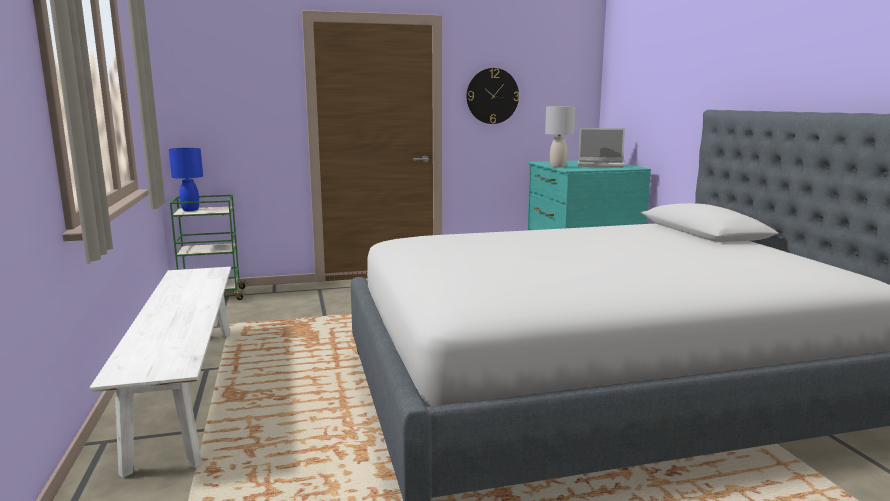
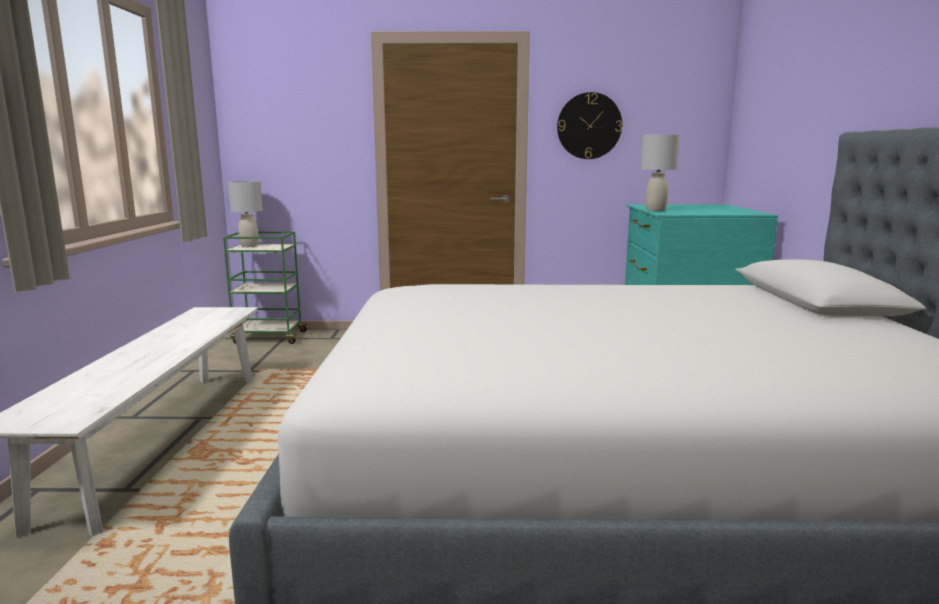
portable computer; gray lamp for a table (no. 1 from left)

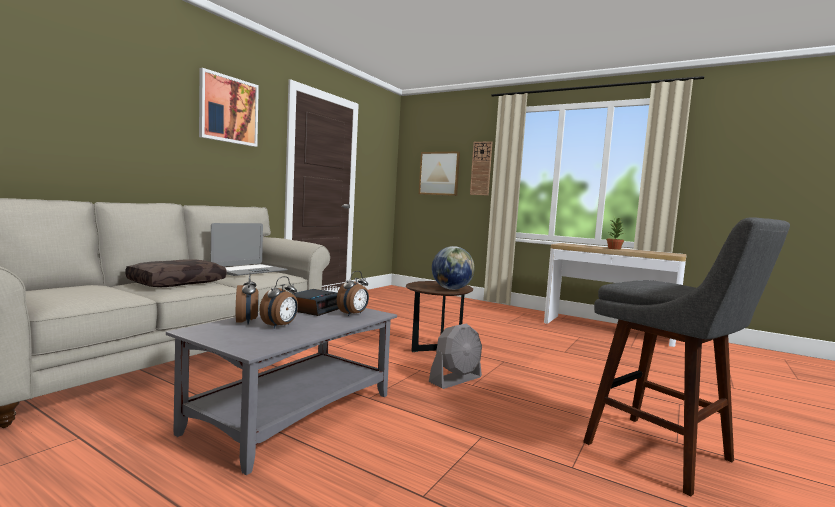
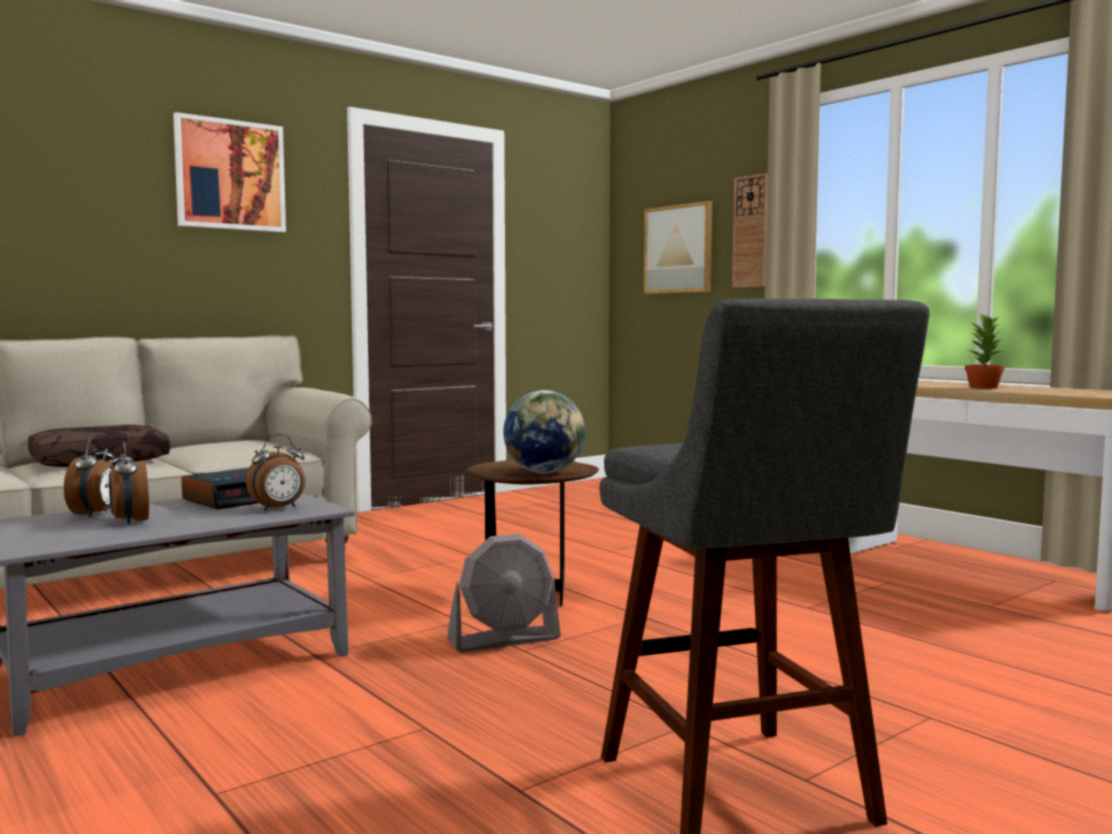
portable computer; bedside clock (no. 2 from left)

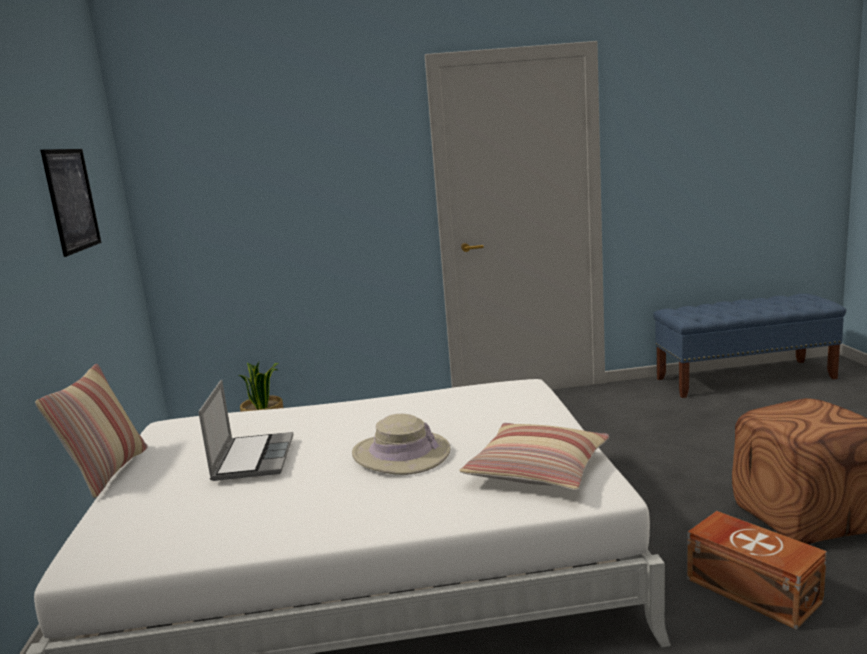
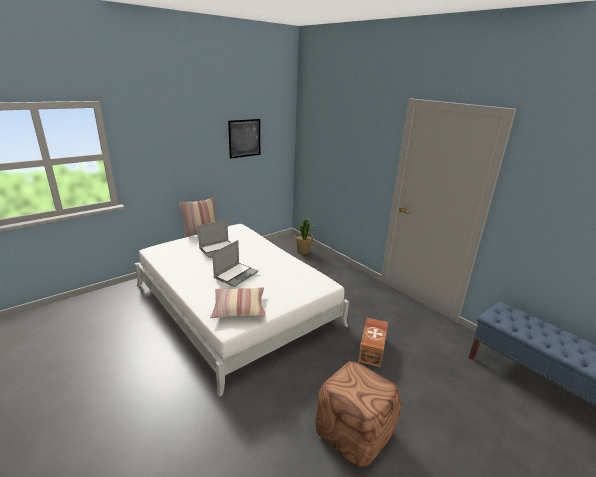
brown-coloured storage container; portable computer (no. 2 from left)

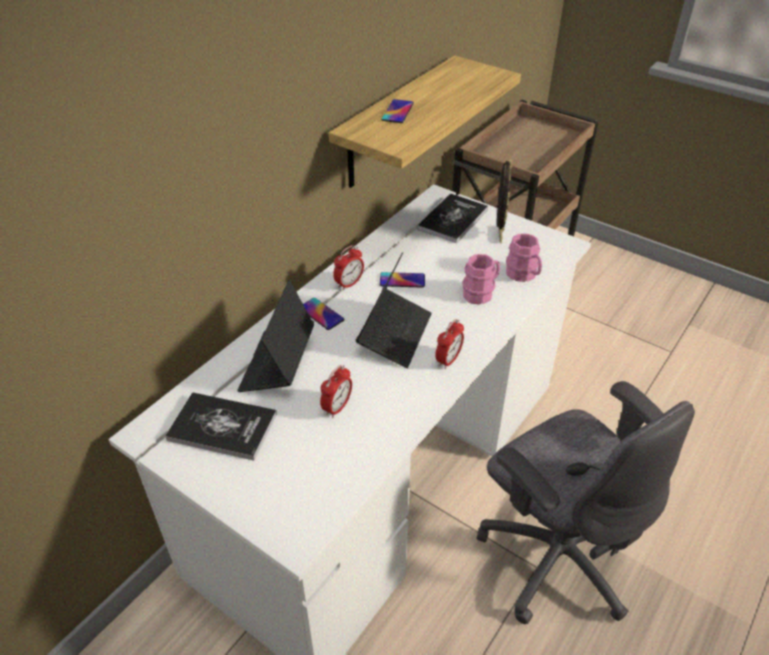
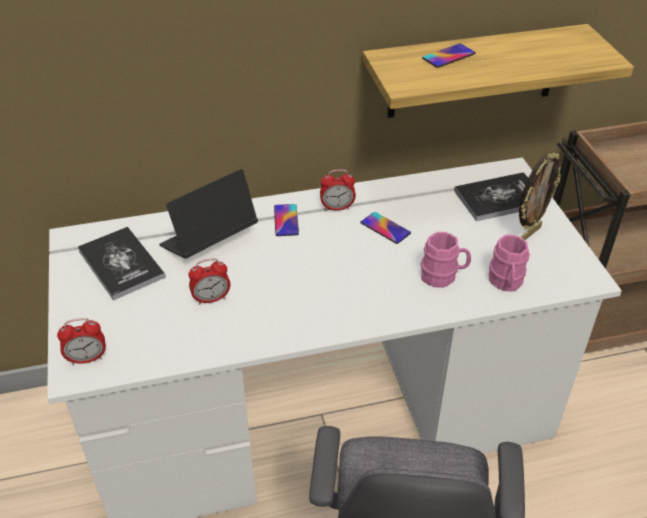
portable computer (no. 2 from left in the first image); bedside clock (no. 1 from left)

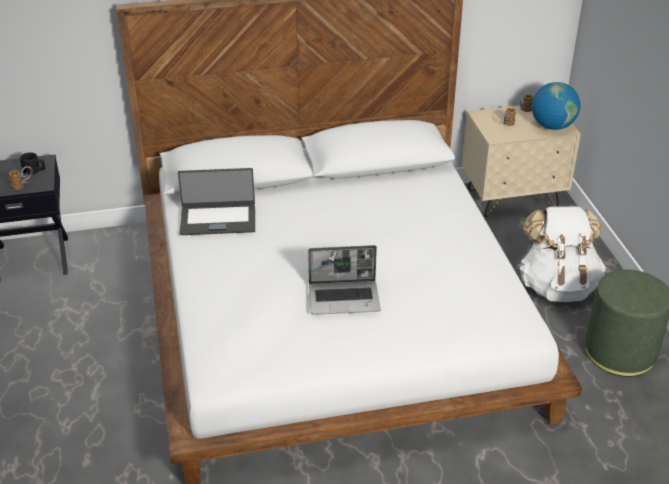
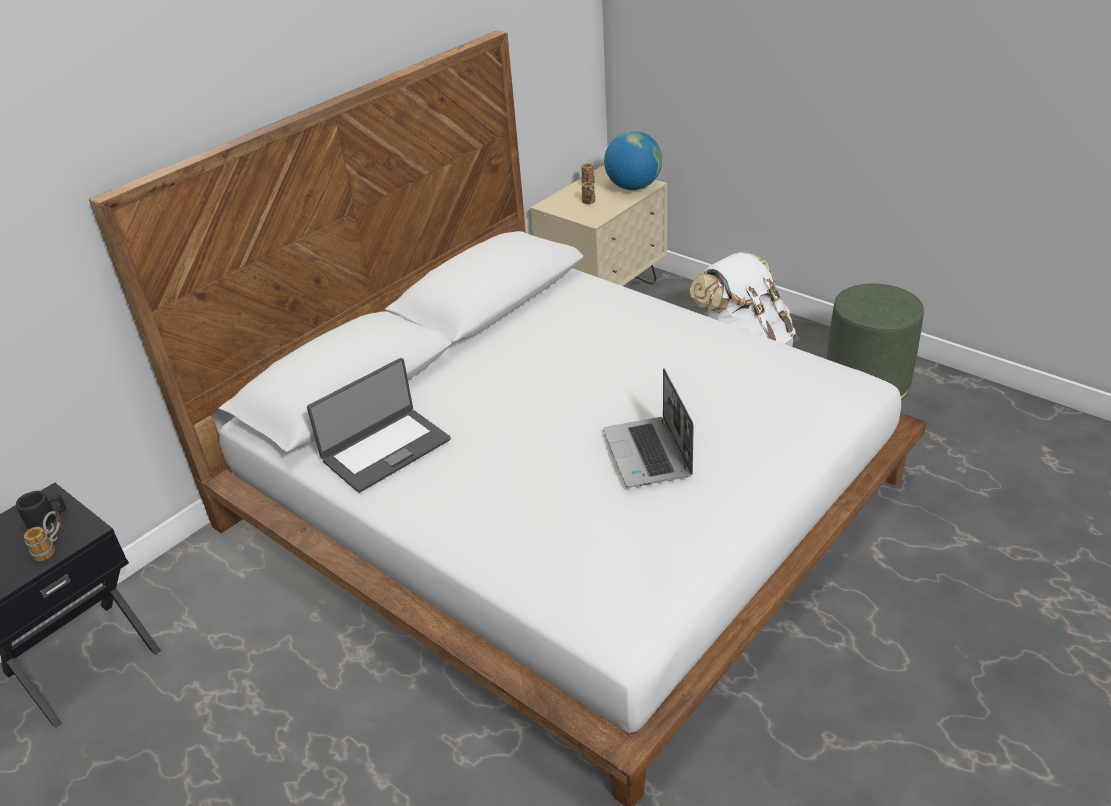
portable computer (no. 2 from left)

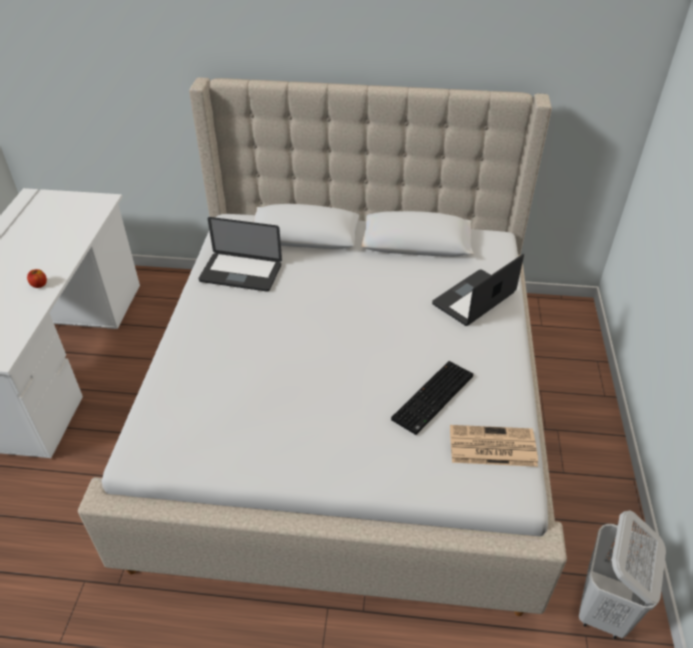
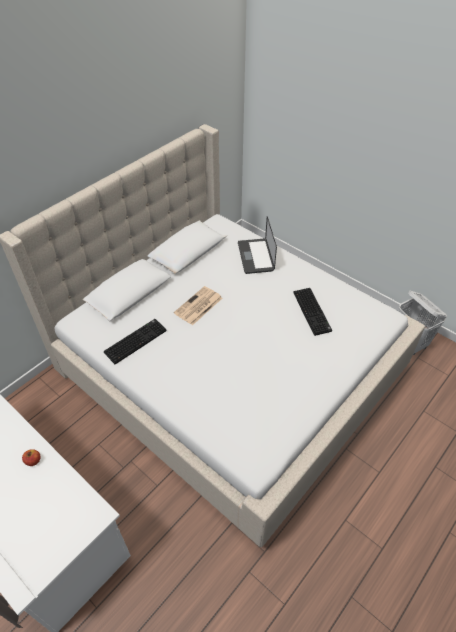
daily paper; PC keyboard (no. 1 from left)

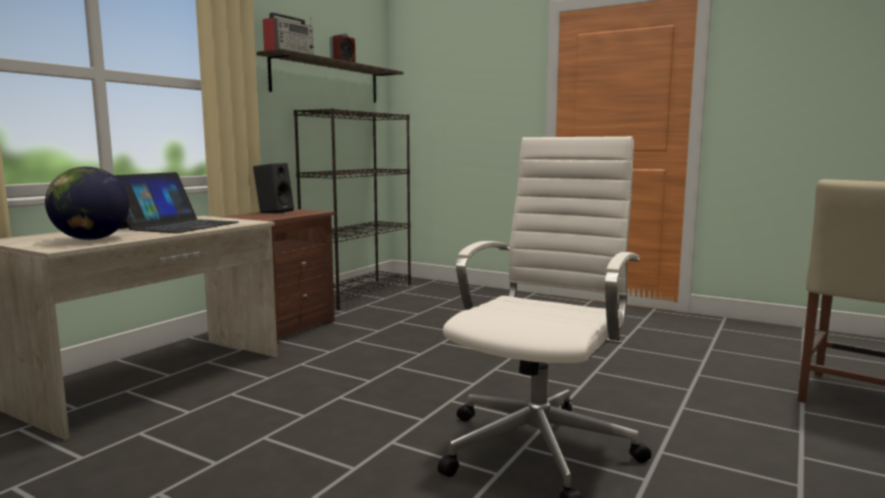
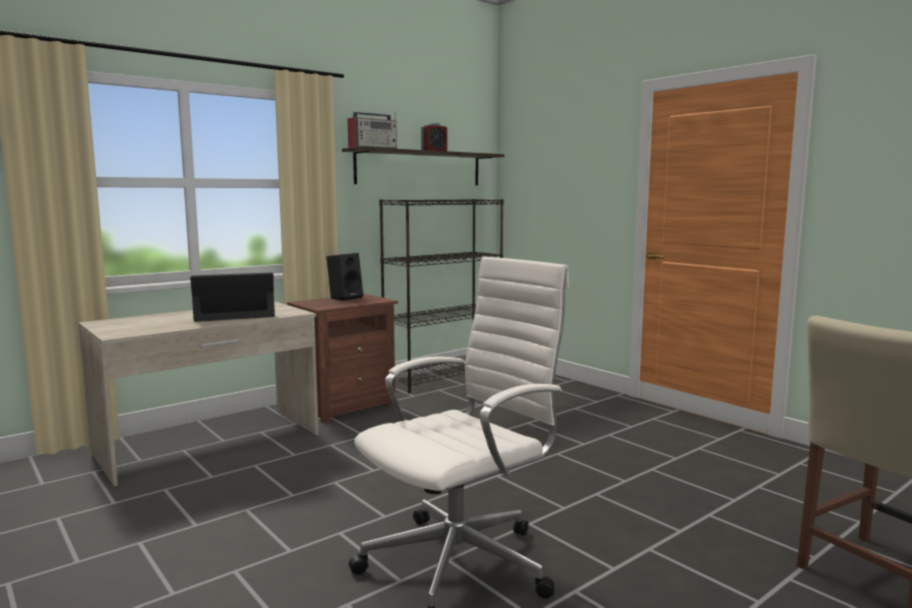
world globe; portable computer

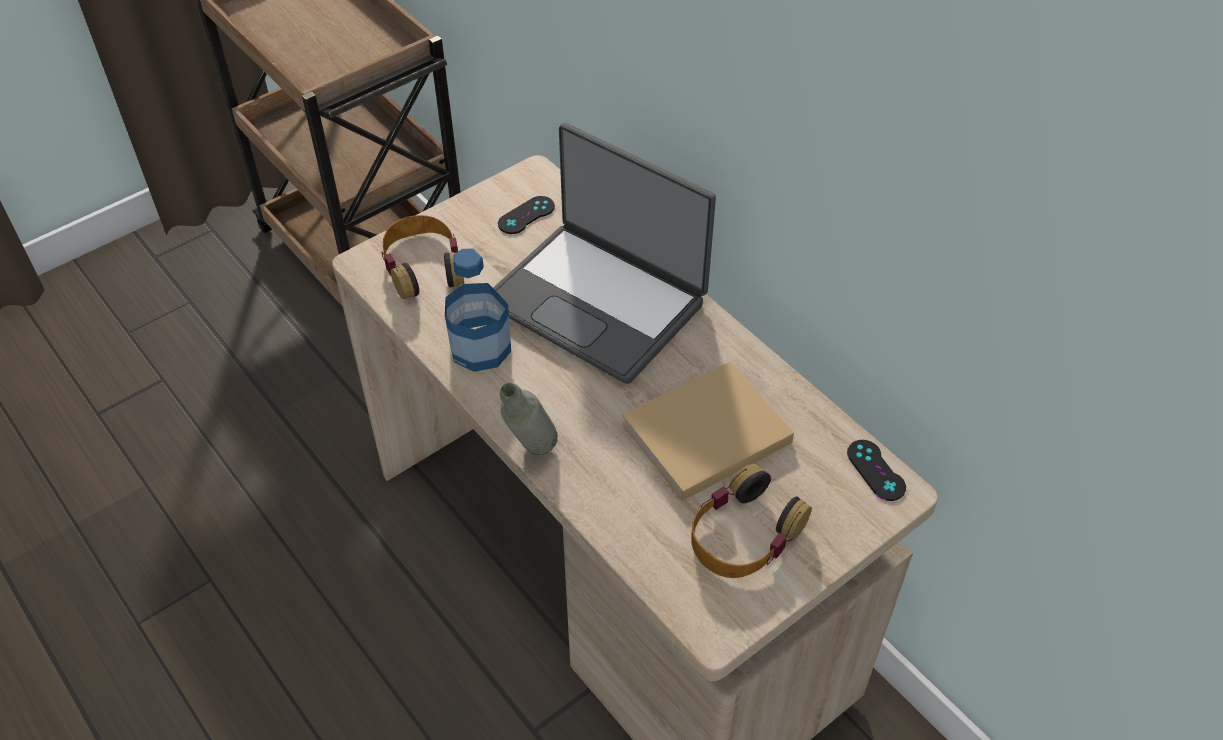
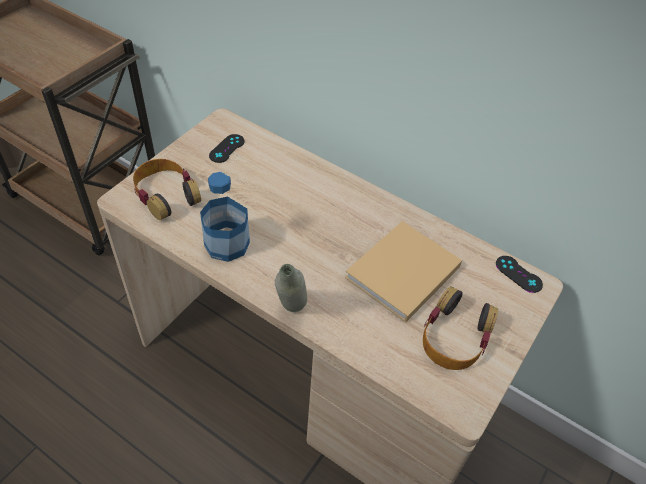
portable computer

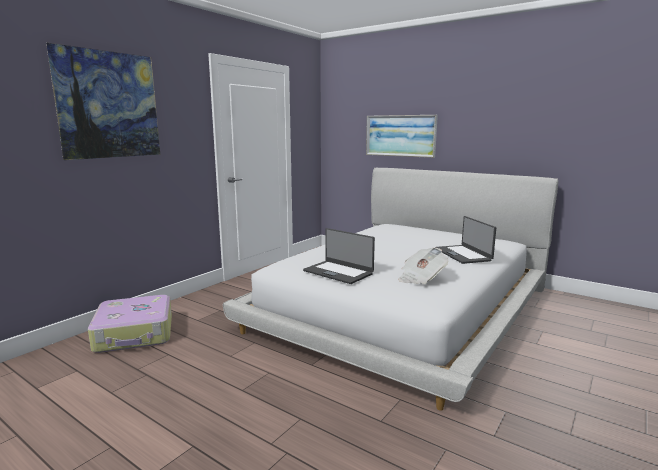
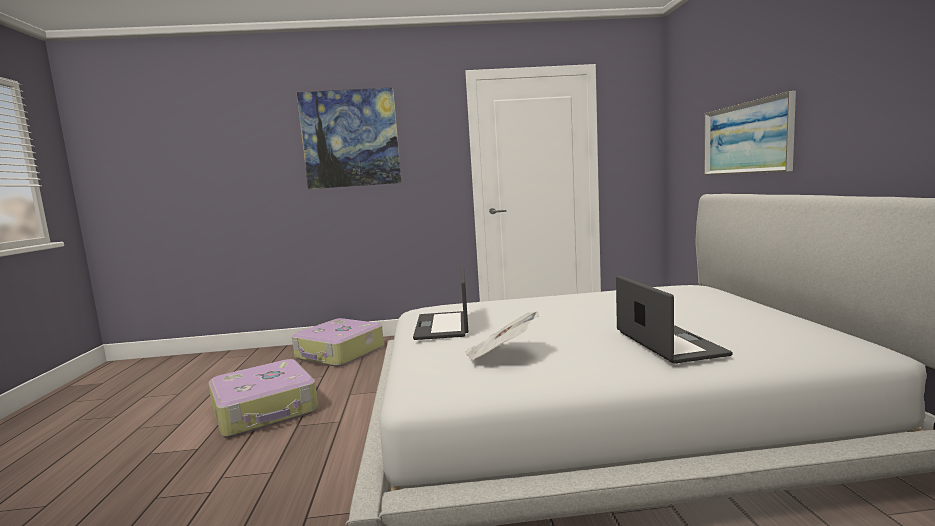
travel case (no. 1 from left); portable computer (no. 2 from left)

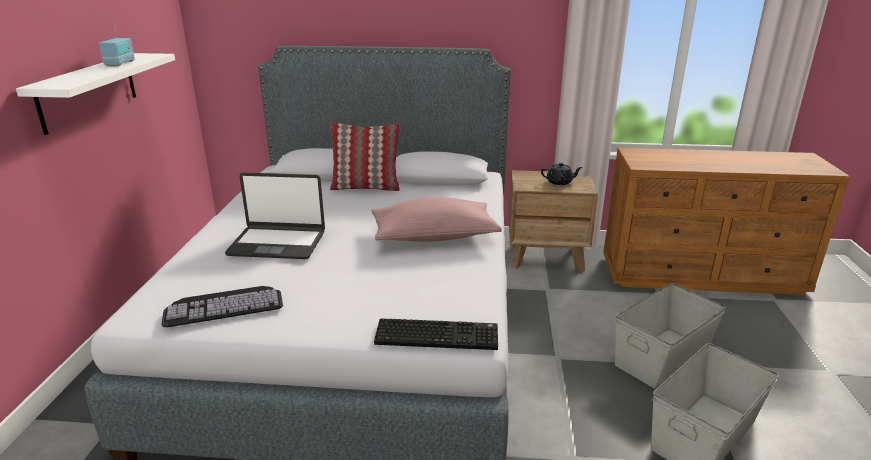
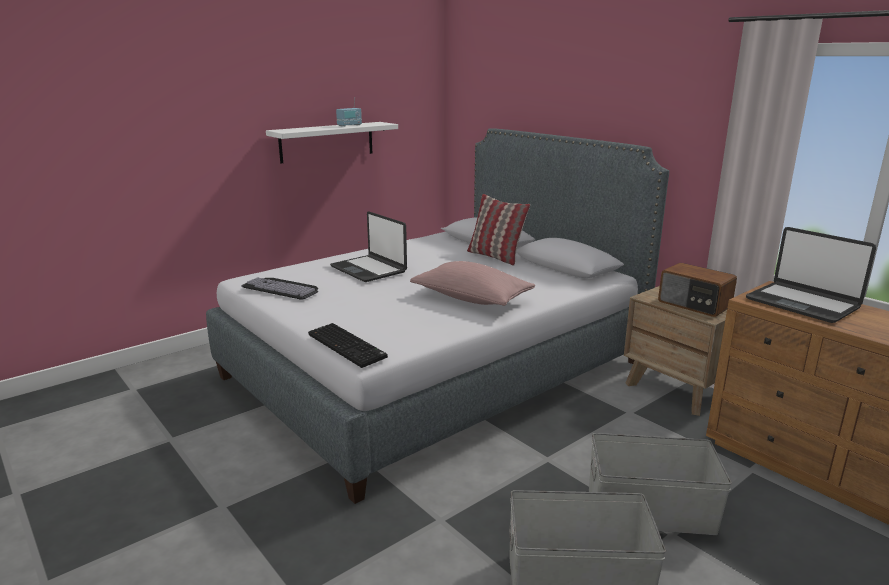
portable computer (no. 2 from left); radio set (no. 2 from left)

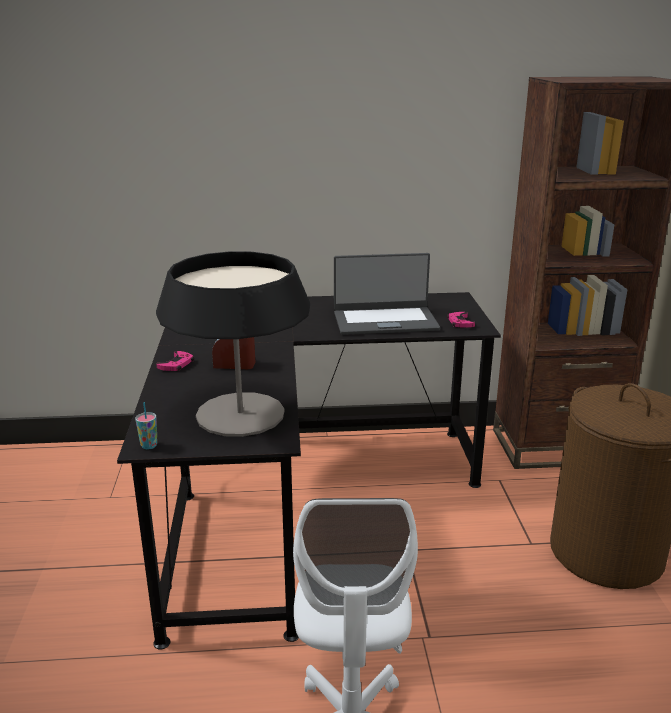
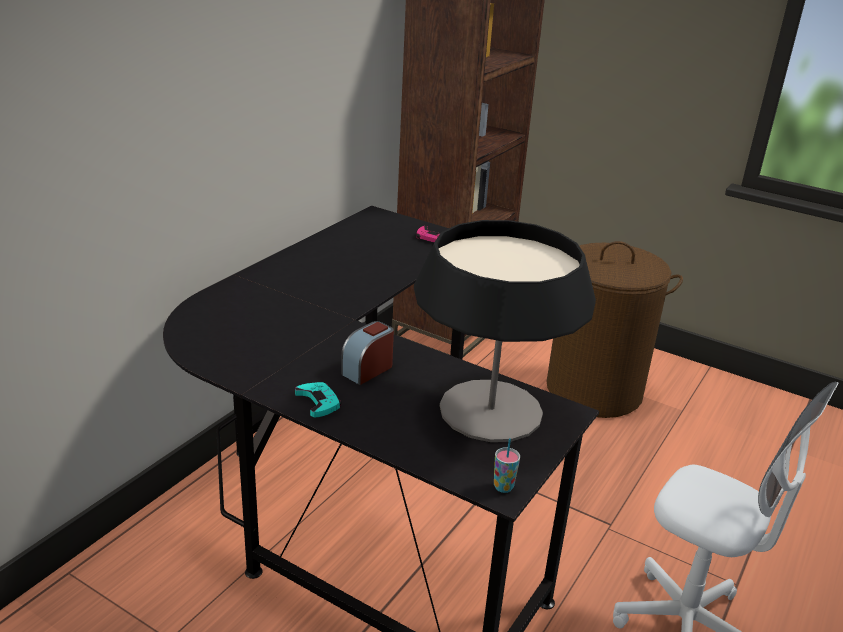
portable computer; turquoise game controller

